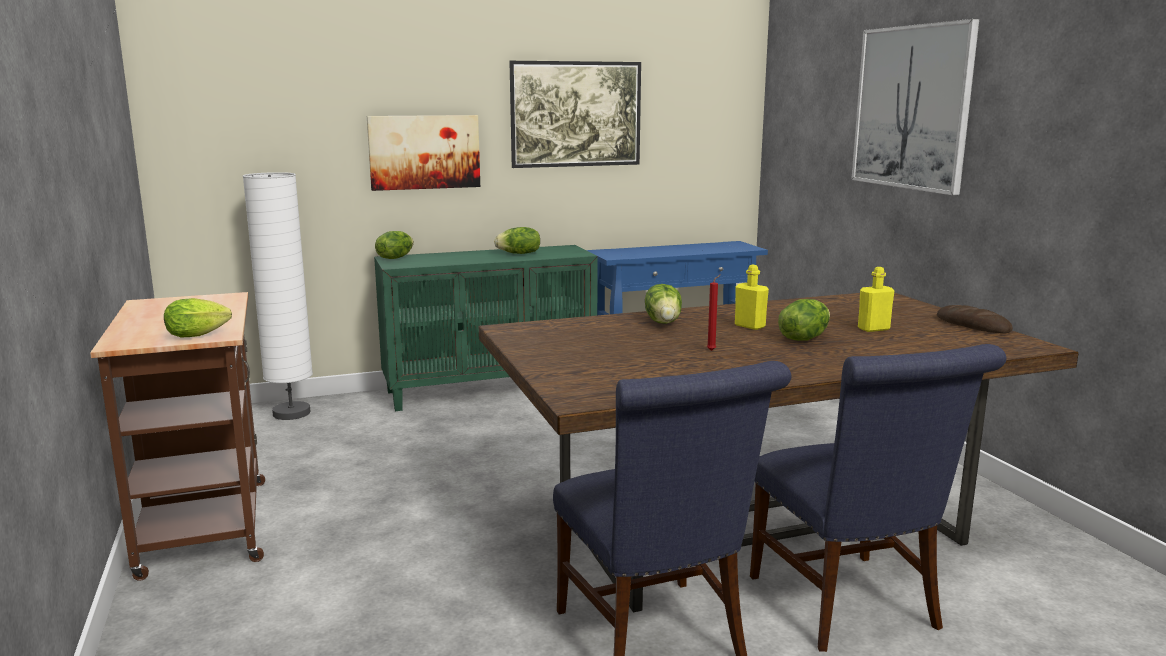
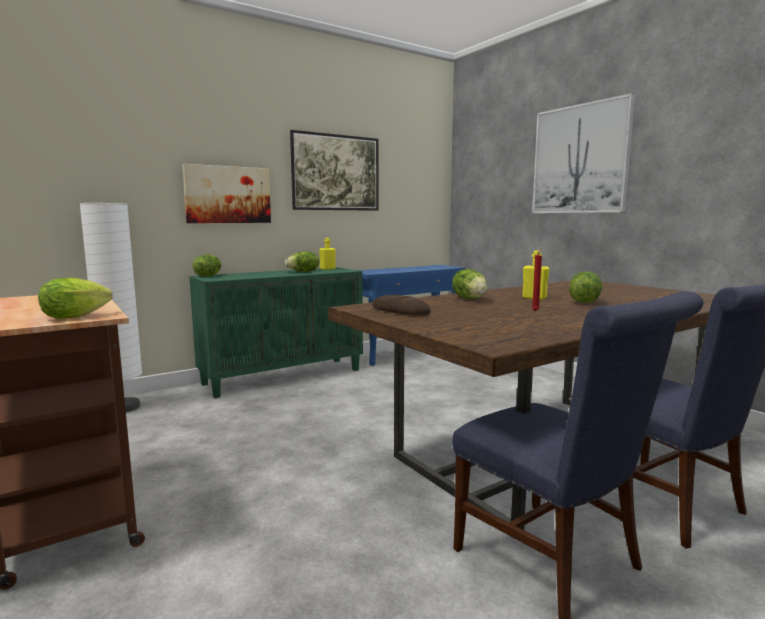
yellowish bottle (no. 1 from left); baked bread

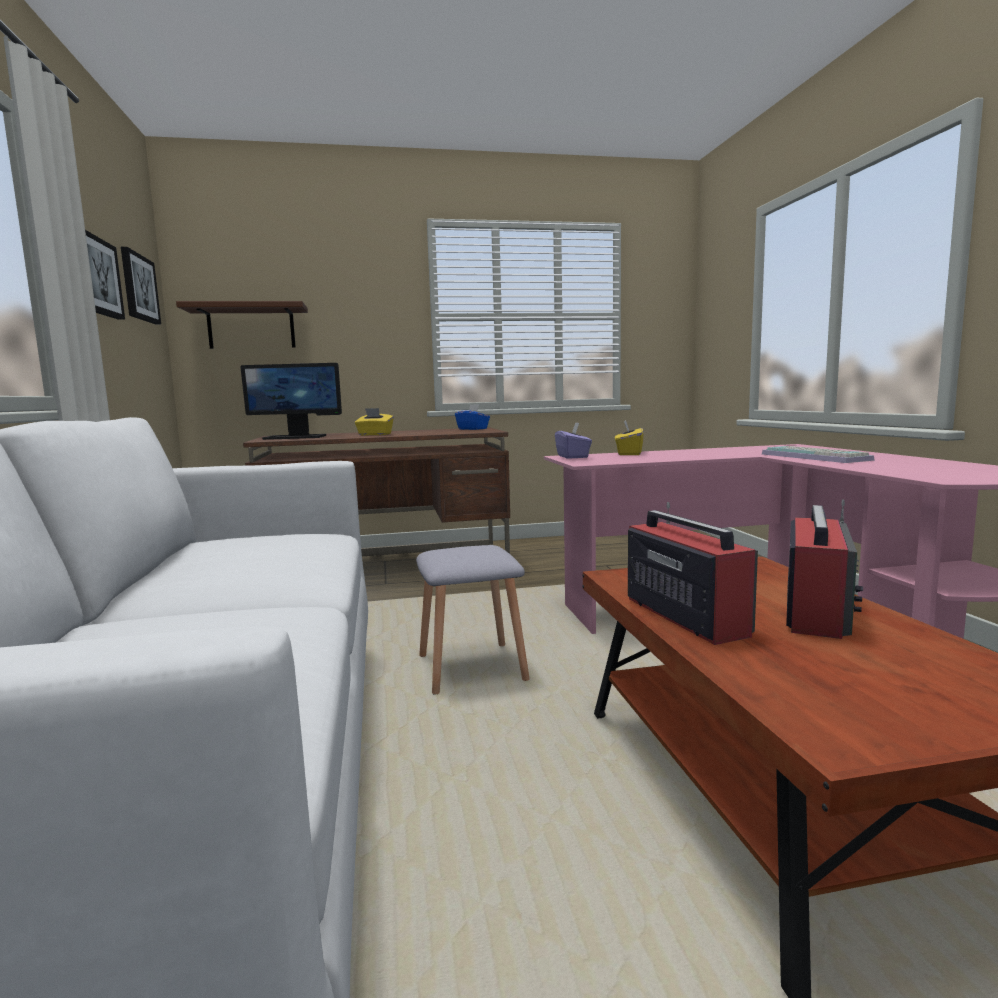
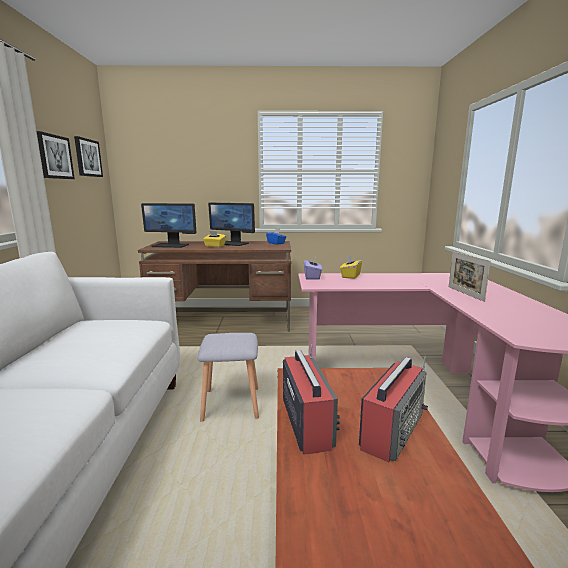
brown-coloured bracket shelf; computer screen (no. 2 from left); photo frame

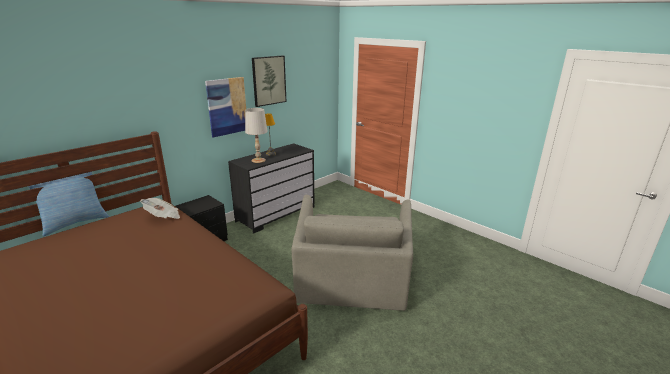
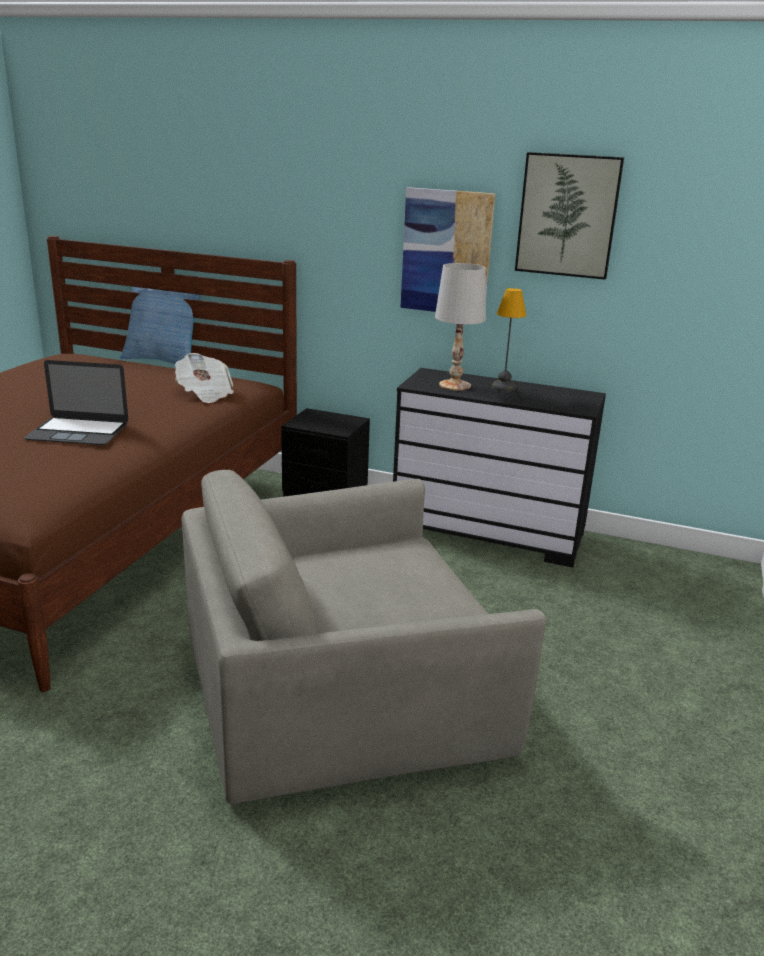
portable computer

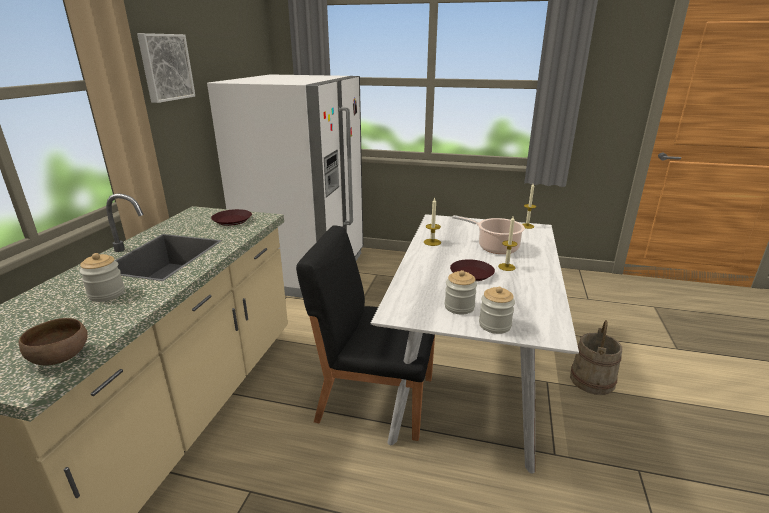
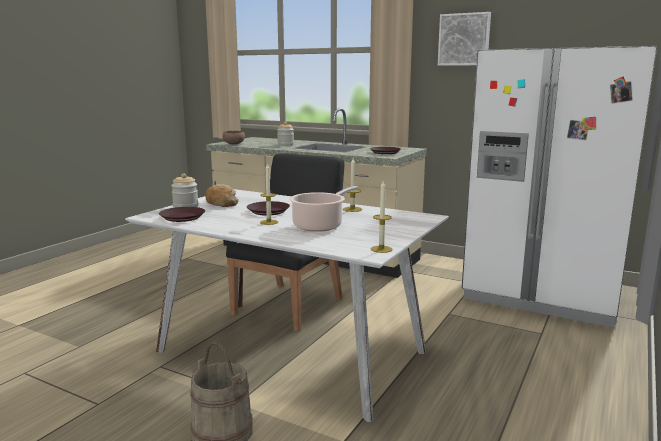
brown-coloured flat dish (no. 1 from left); baked bread

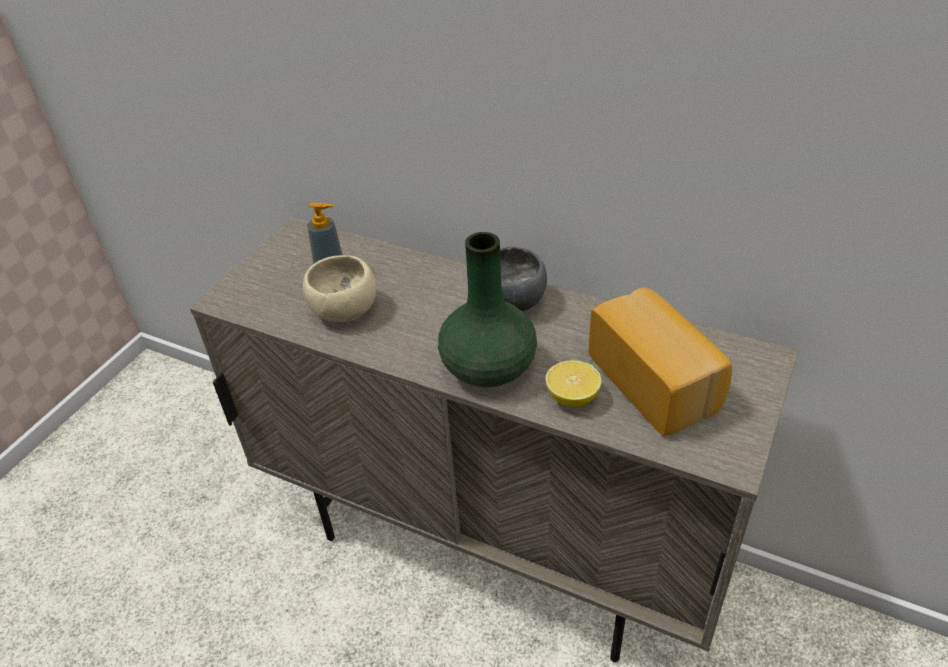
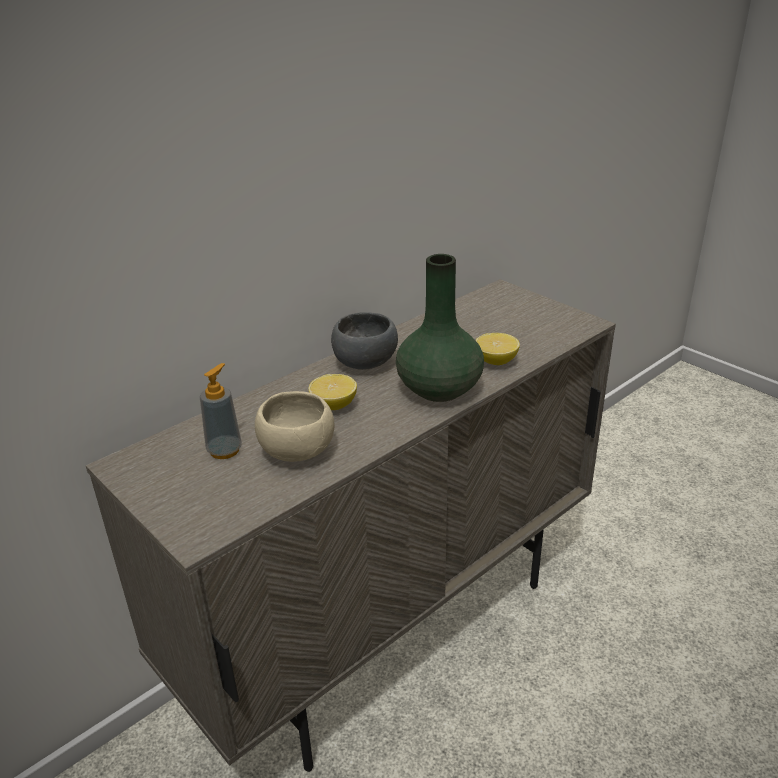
baked bread; whole lemon (no. 1 from left)

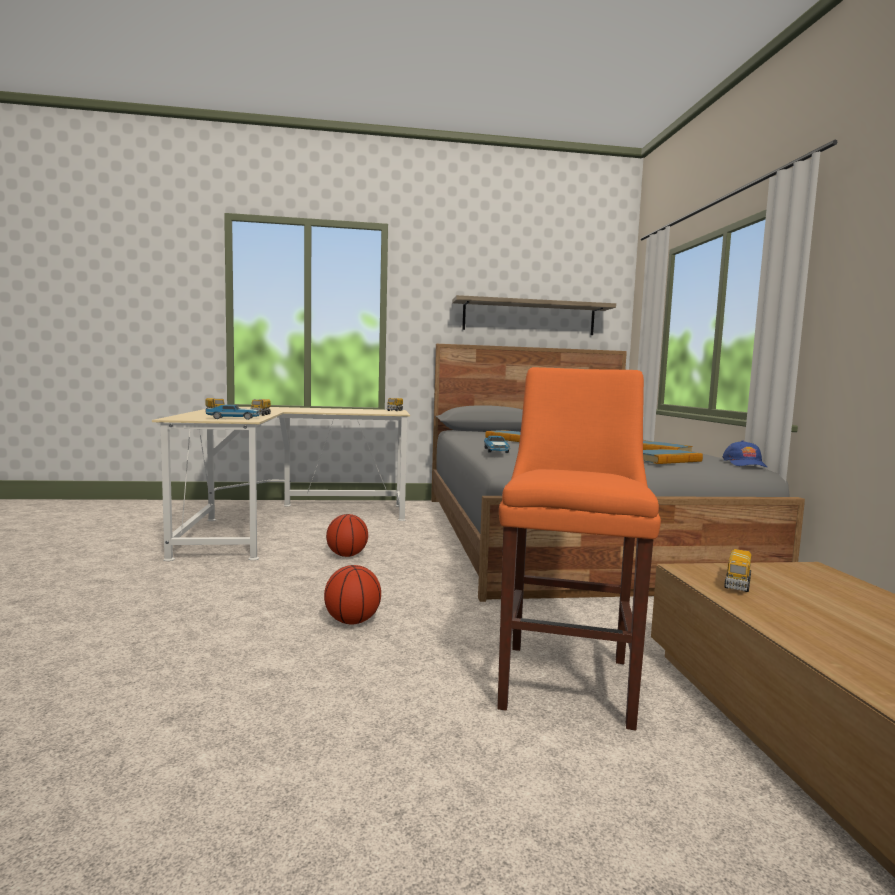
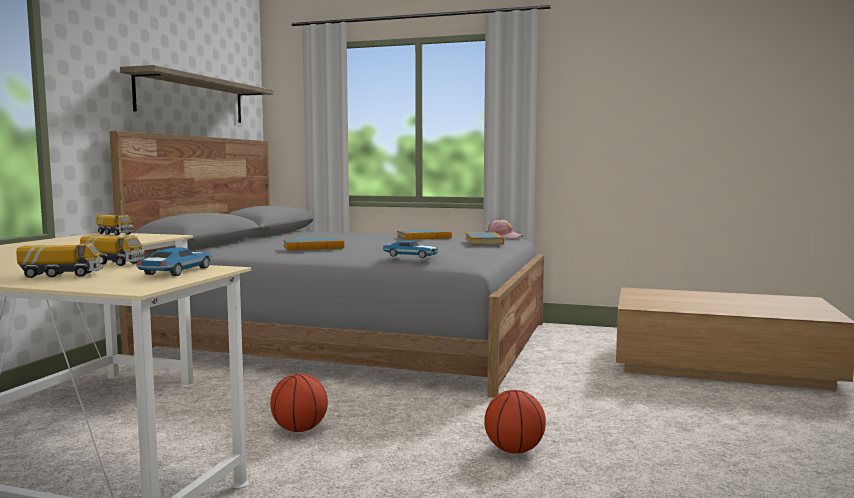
orange stool seat; toy truck (no. 4 from left in the first image); pinkish cap

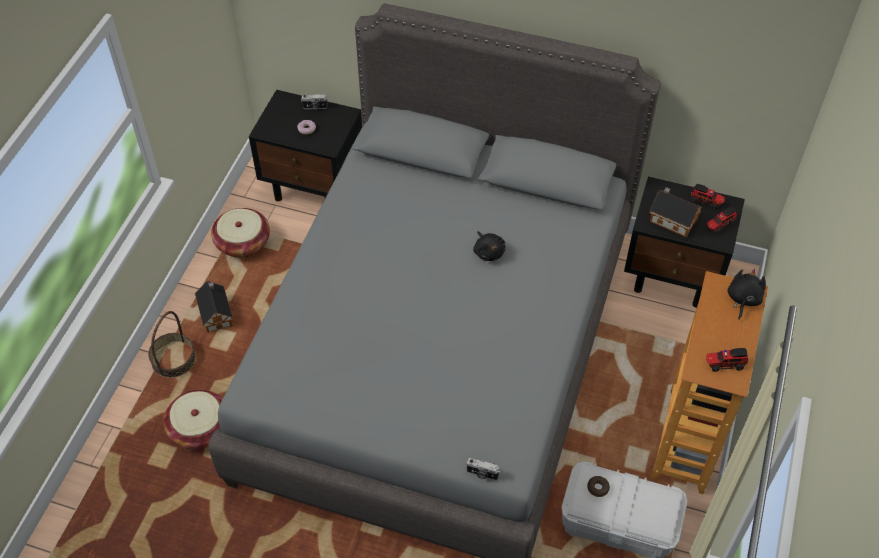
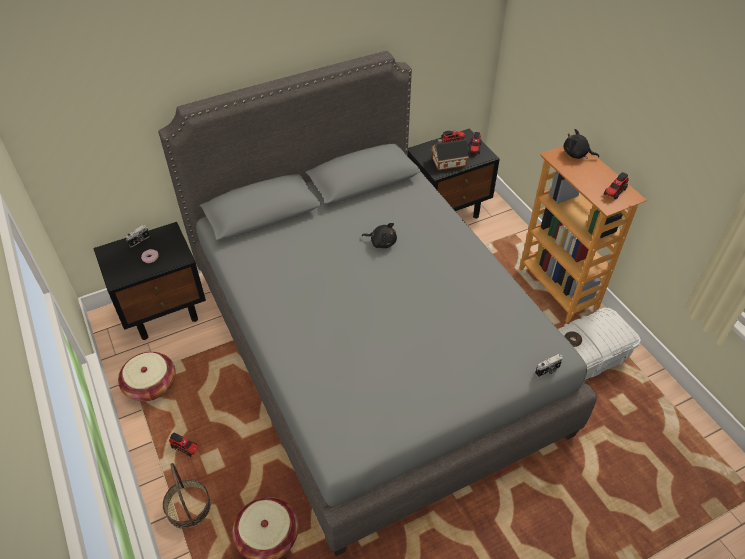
toy truck (no. 1 from left); black-coloured cuddly toy (no. 2 from left)

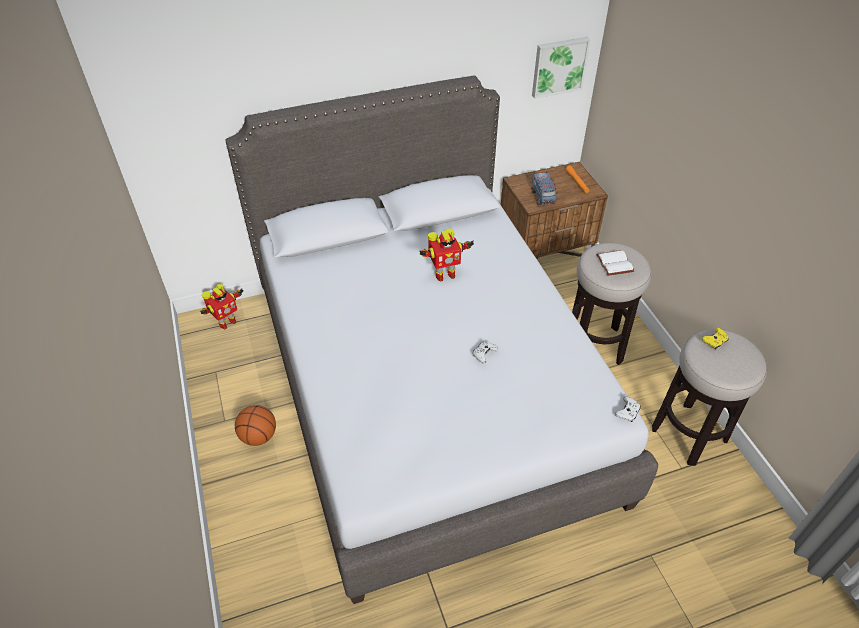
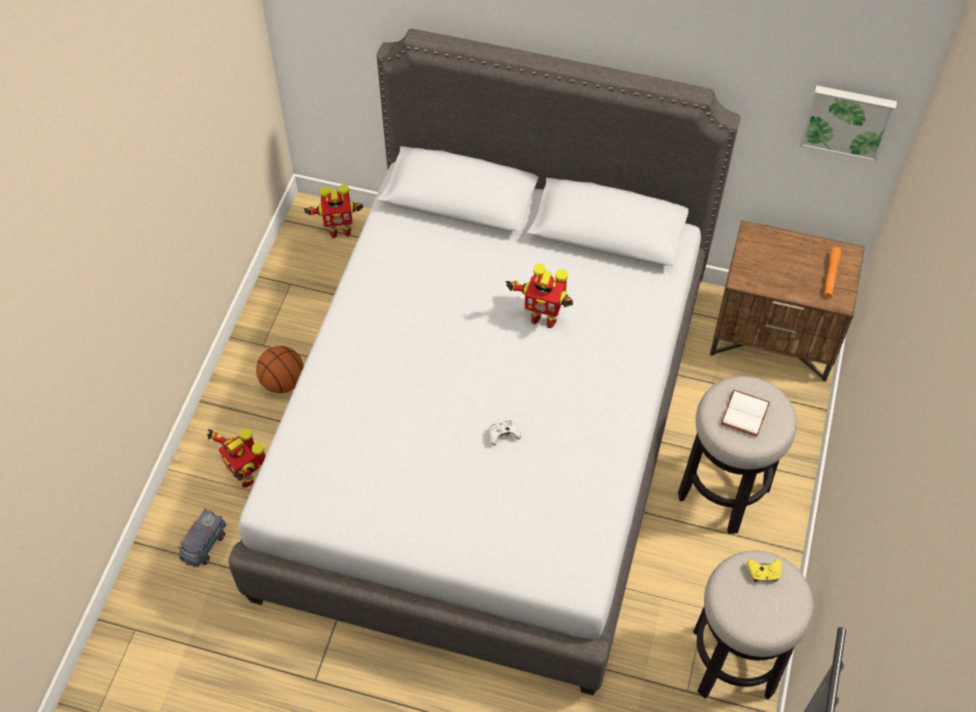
white game controller (no. 2 from left in the first image); toy robot (no. 1 from left); toy truck

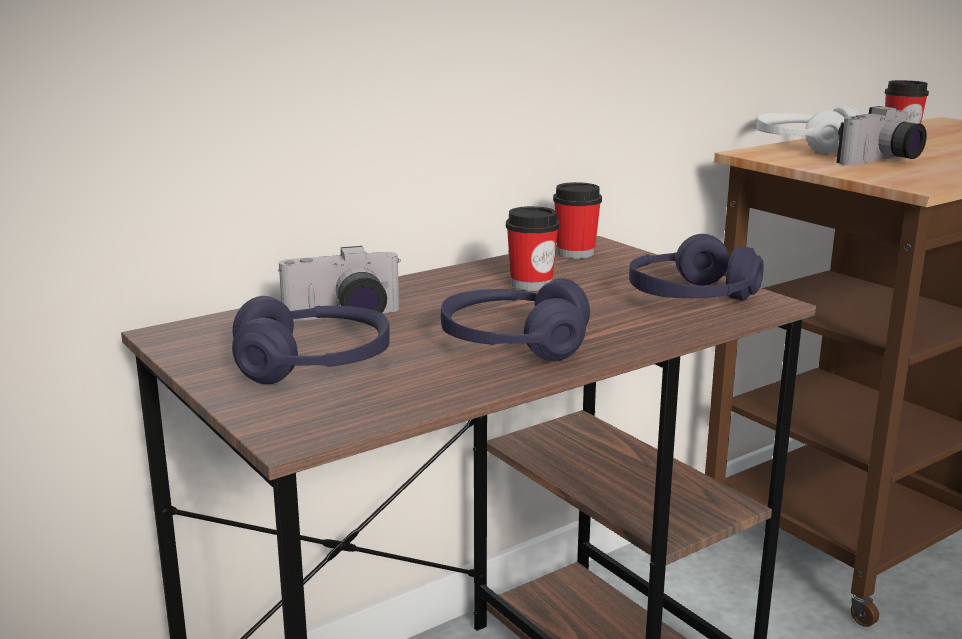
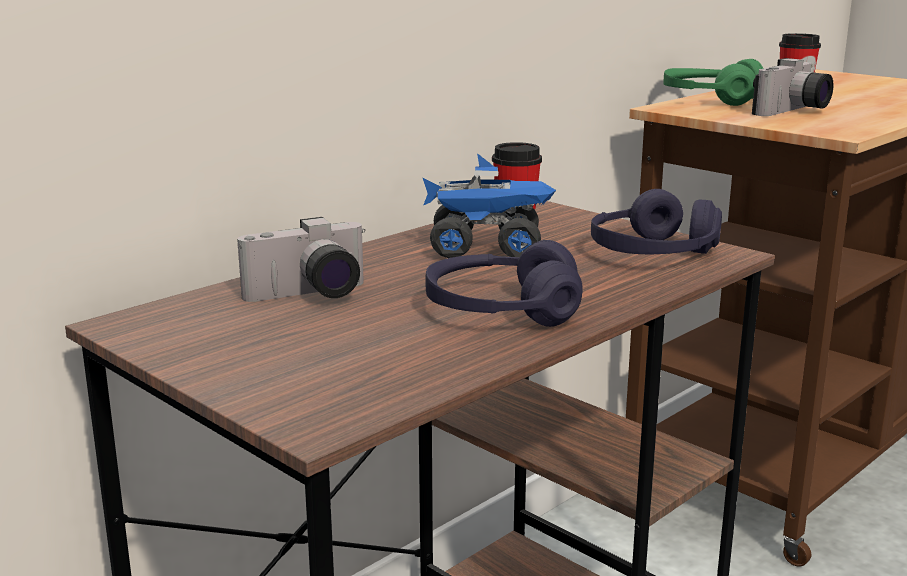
purplish headphones (no. 1 from left in the first image); toy truck; green-coloured headphones

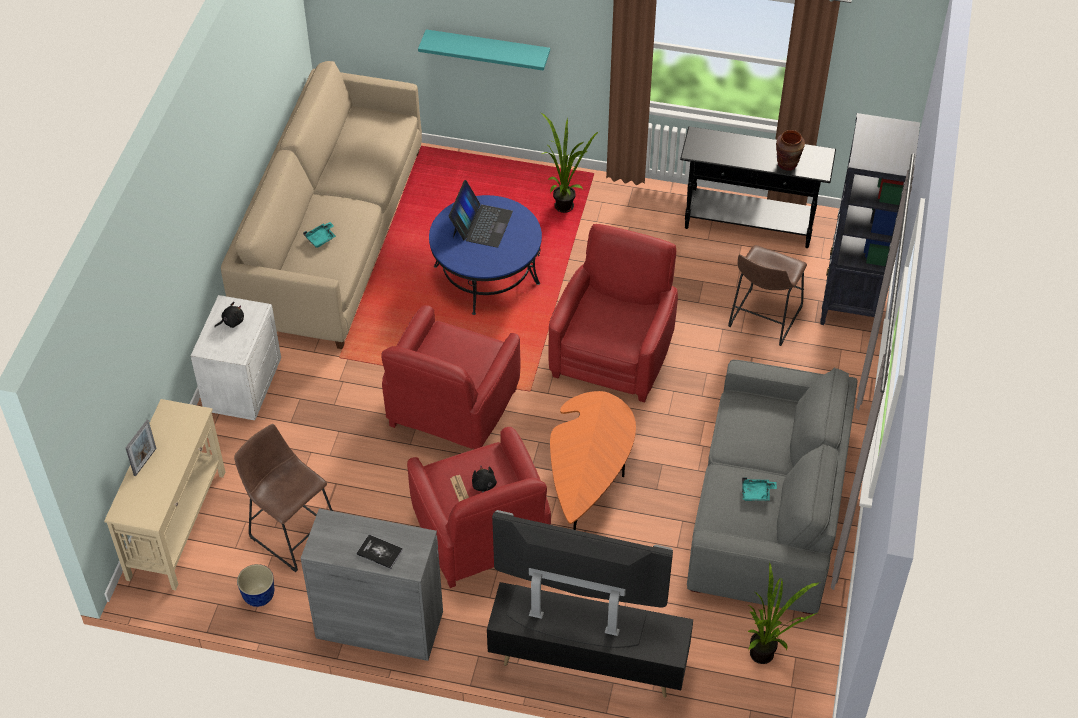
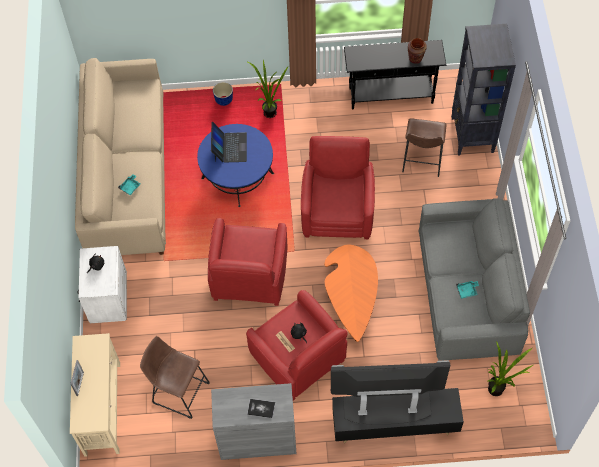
turquoise bracket shelf; plant pot

